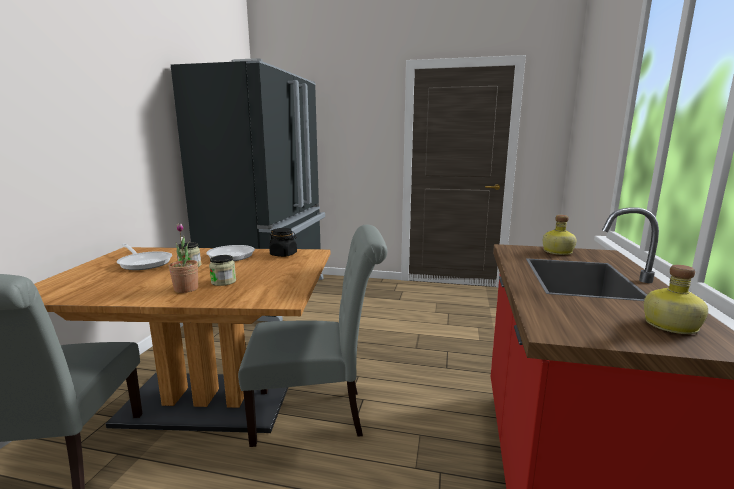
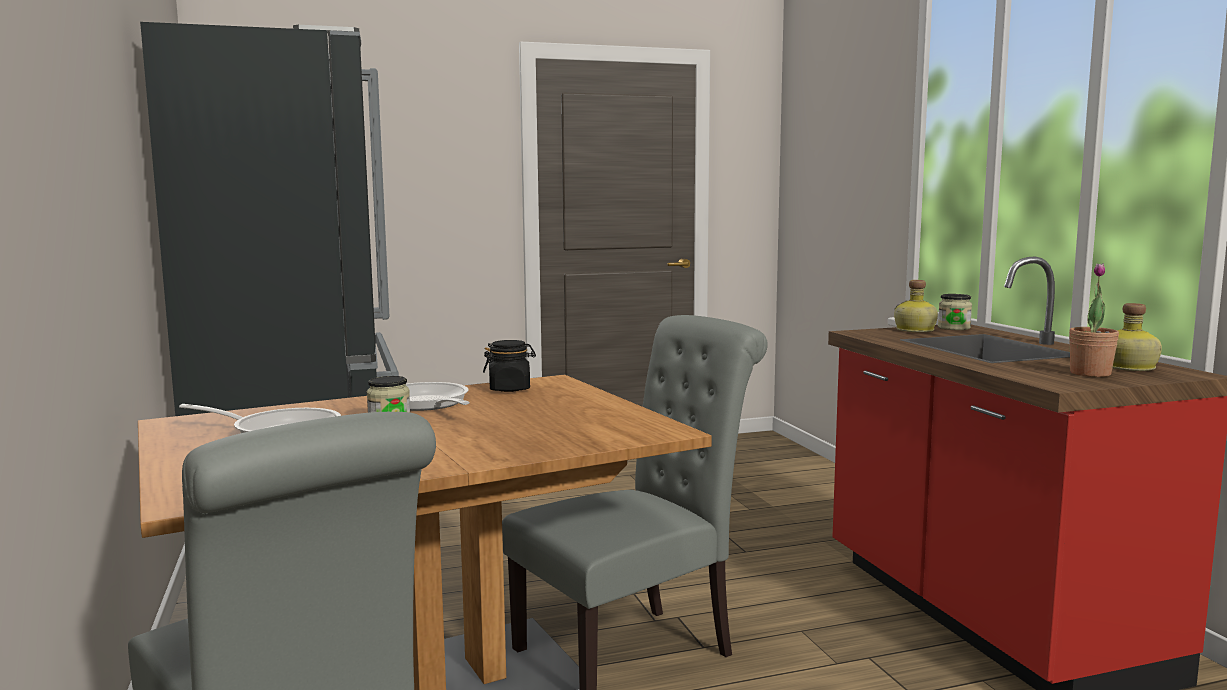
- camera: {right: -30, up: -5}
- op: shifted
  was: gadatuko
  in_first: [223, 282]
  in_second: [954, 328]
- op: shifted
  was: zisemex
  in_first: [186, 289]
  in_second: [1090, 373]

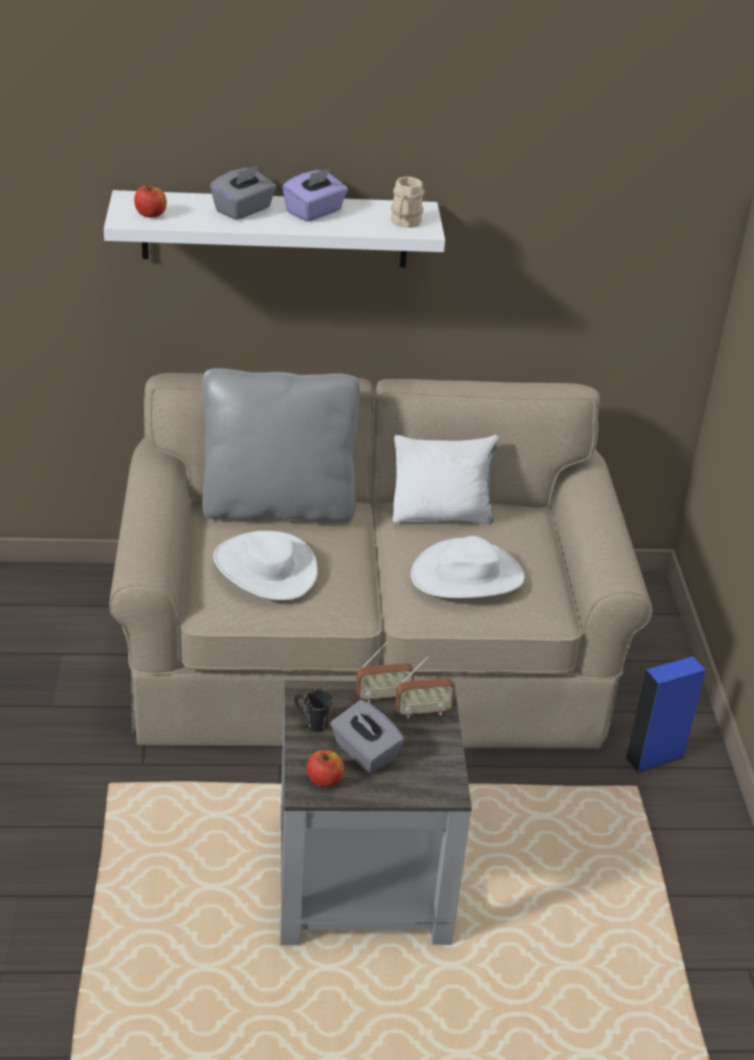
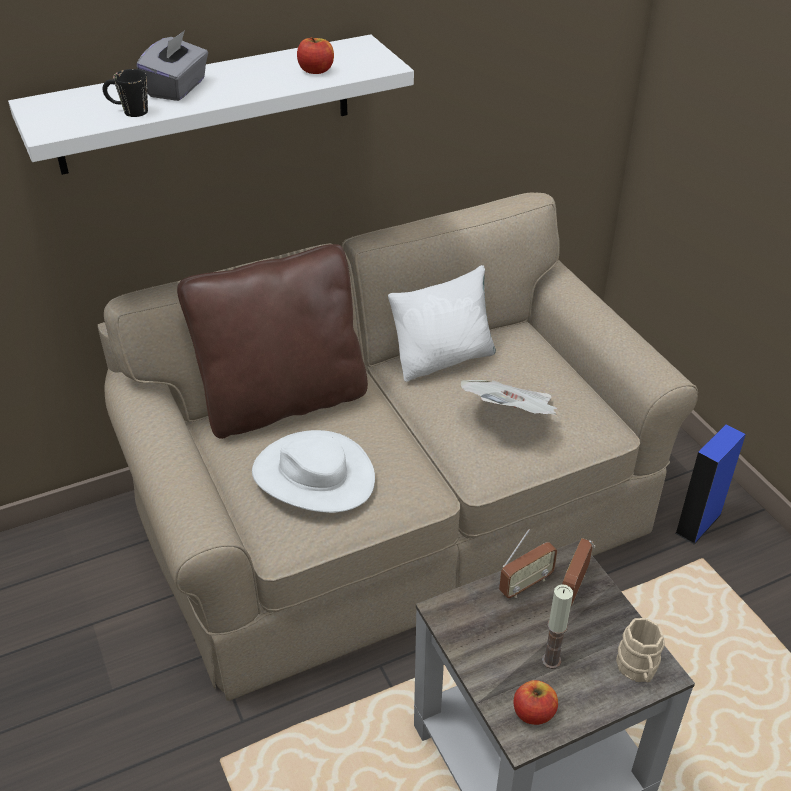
- camera: {right: -20, up: 5}
- op: shifted
  was: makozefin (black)
  in_first: [311, 721]
  in_second: [128, 111]
- op: repainted
  was: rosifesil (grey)
  now: rosifesil (brown)
  in_first: [278, 507]
  in_second: [283, 402]
- op: shifted
  was: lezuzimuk
  in_first: [151, 214]
  in_second: [316, 70]
- op: swapped
  was: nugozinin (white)
  now: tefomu
  in_first: [467, 576]
  in_second: [511, 416]
- op: swapped
  was: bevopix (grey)
  now: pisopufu
  in_first: [364, 752]
  in_second: [551, 660]
- op: rotated
  was: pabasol
  in_first: [422, 712]
  in_second: [574, 587]
  clockwise: 150
- op: shifted
  was: makozefin (beige)
  in_first: [404, 223]
  in_second: [638, 670]
- op: gone
  was: bevopix (purple)
  in_first: [314, 212]

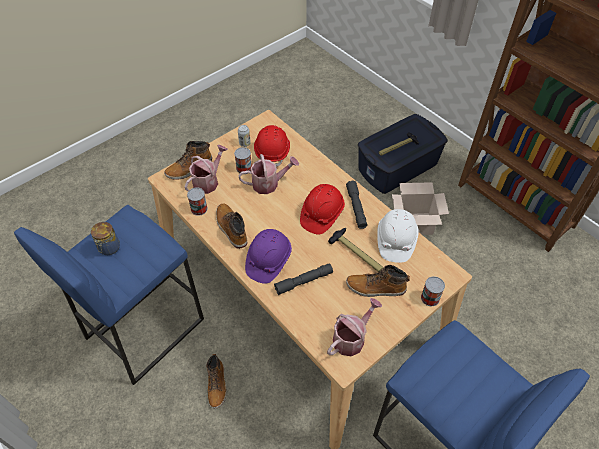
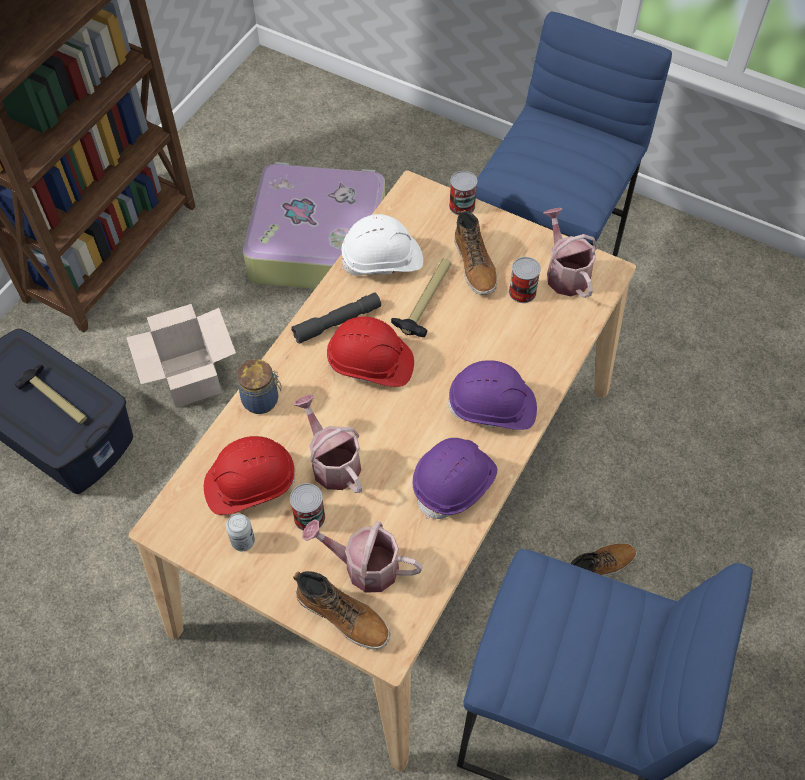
- camera: {right: -110, up: 5}
- op: shifted
  was: gadatuko
  in_first: [109, 248]
  in_second: [262, 400]
- op: new
  now: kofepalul
  in_second: [317, 241]
- op: swapped
  was: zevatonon
  now: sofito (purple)
  in_first: [231, 228]
  in_second: [455, 483]
- op: shifted
  was: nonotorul
  in_first: [199, 209]
  in_second: [522, 292]
- op: rotated
  was: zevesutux
  in_first: [351, 338]
  in_second: [565, 273]
  clockwise: 45
- op: gone
  was: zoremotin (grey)
  in_first: [304, 281]

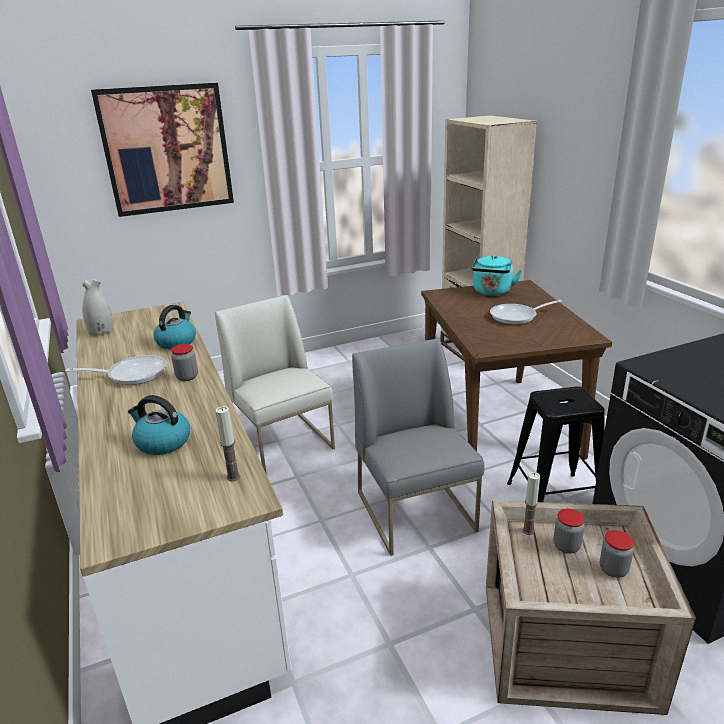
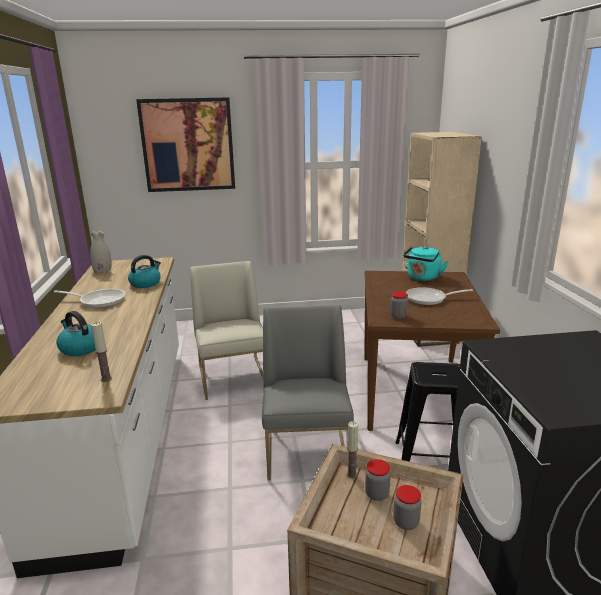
- camera: {right: 15, up: -5}
- op: shifted
  was: gadatuko
  in_first: [187, 377]
  in_second: [398, 316]

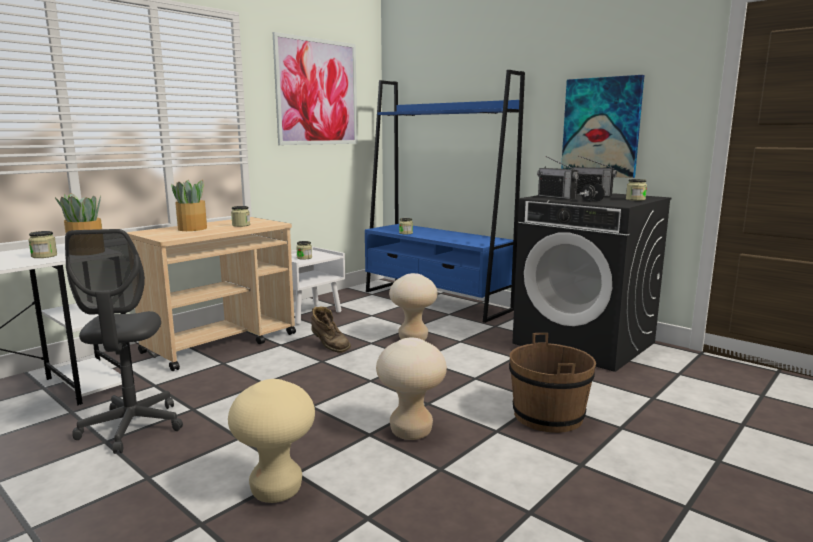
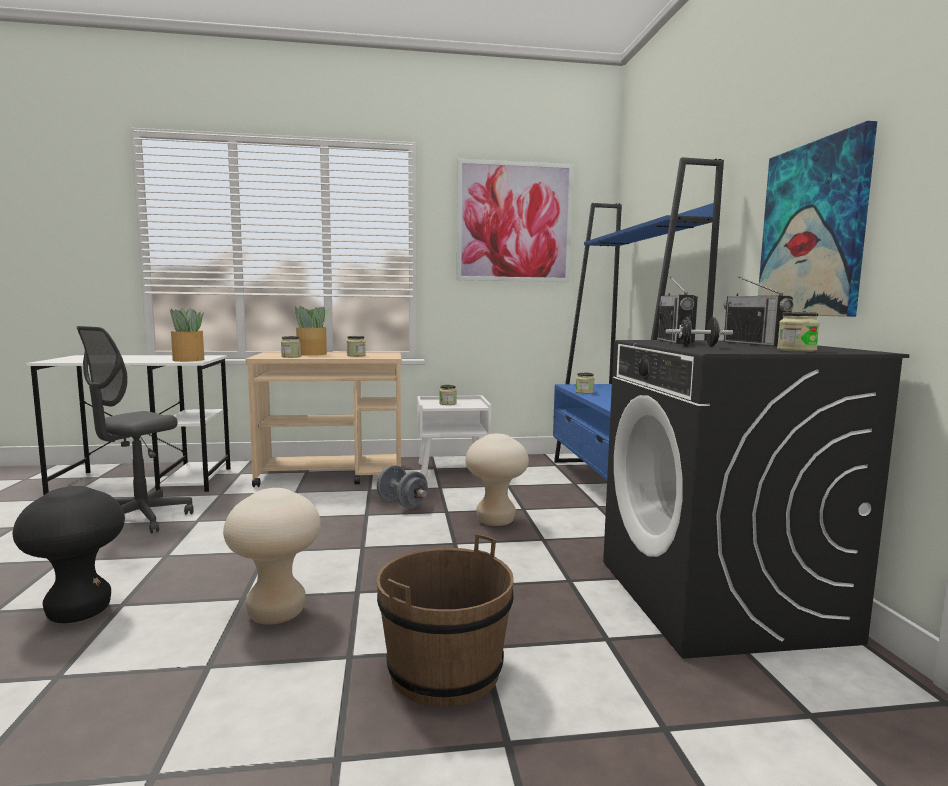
- camera: {right: 40, up: -5}
- op: repainted
  was: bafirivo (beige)
  now: bafirivo (black)
  in_first: [276, 491]
  in_second: [79, 612]
- op: shifted
  was: gadatuko
  in_first: [44, 256]
  in_second: [291, 356]
- op: swapped
  was: zevatonon (brown)
  now: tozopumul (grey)
  in_first: [329, 347]
  in_second: [402, 503]

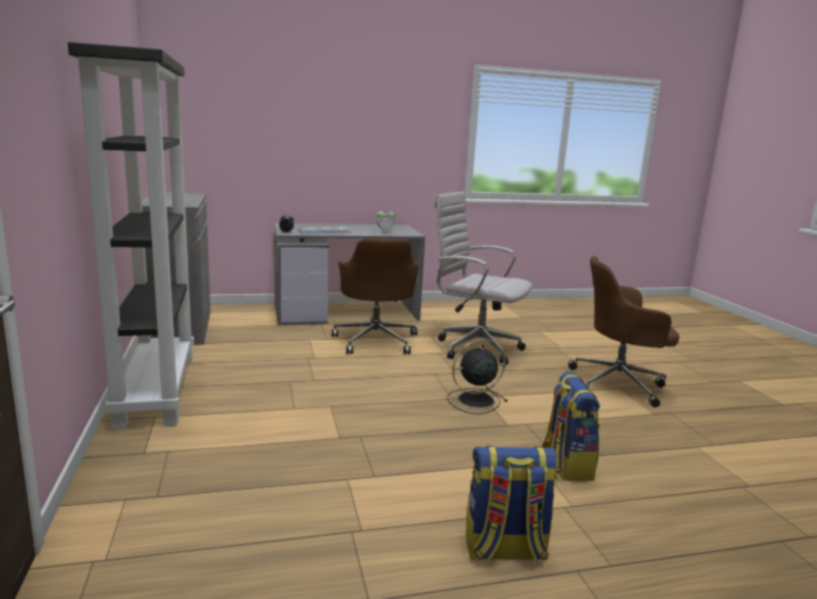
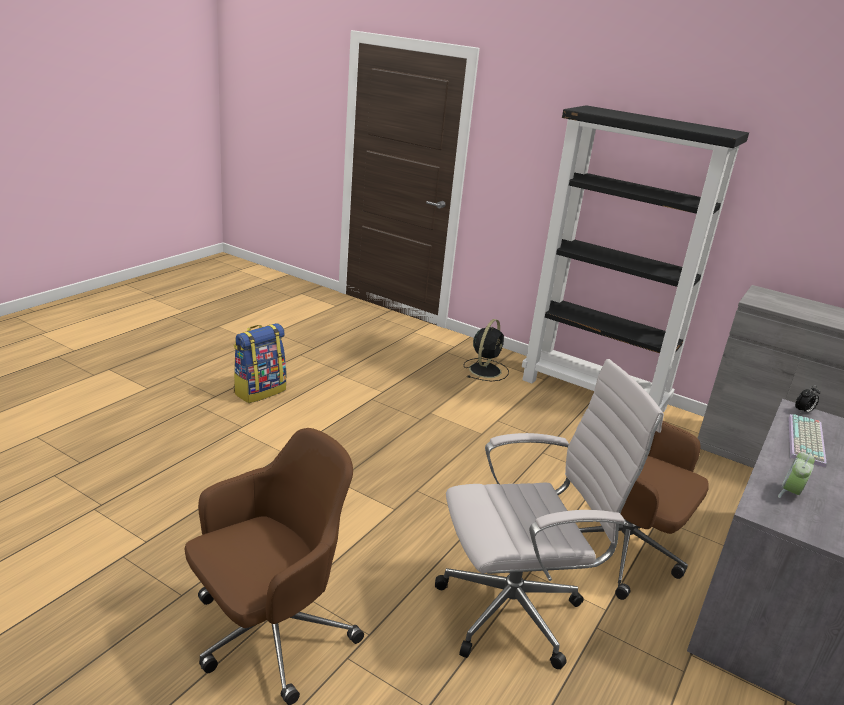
- camera: {right: 135, up: 10}
- op: shifted
  was: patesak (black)
  in_first: [474, 400]
  in_second: [485, 369]
- op: gone
  was: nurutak
  in_first: [566, 464]

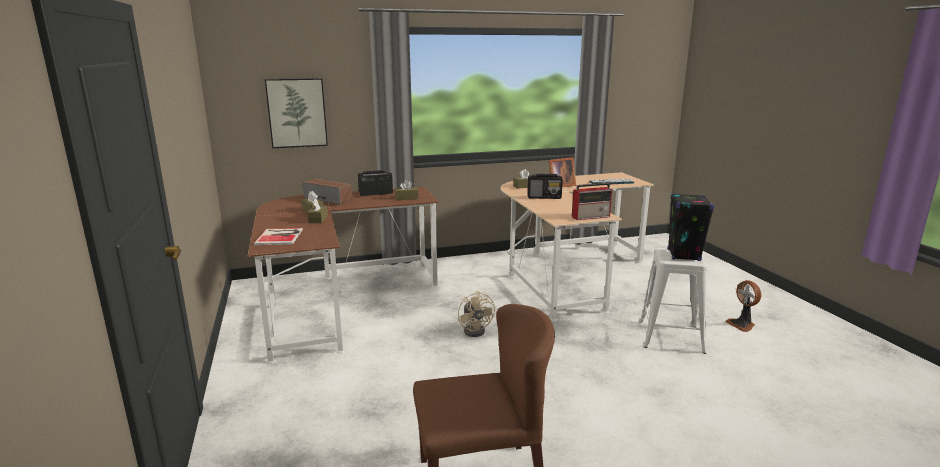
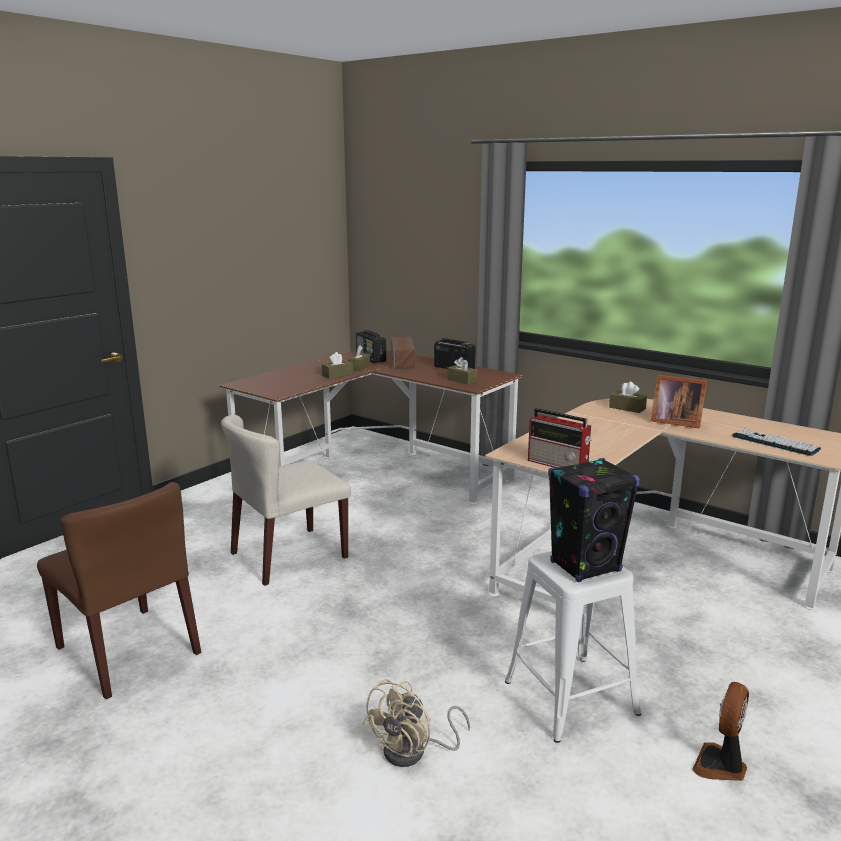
- camera: {right: 55, up: 0}
- op: new
  now: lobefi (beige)
  in_second: [288, 556]
- op: shifted
  was: pabasol
  in_first: [544, 197]
  in_second: [371, 359]
- op: shifted
  was: patesak (beige)
  in_first: [476, 330]
  in_second: [413, 752]
- op: gone
  was: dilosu
  in_first: [280, 236]
- op: gone
  was: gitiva
  in_first: [297, 113]

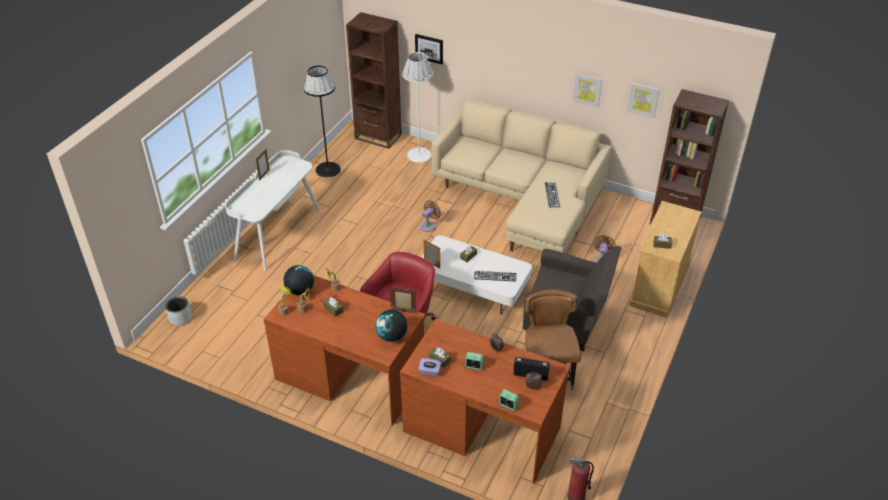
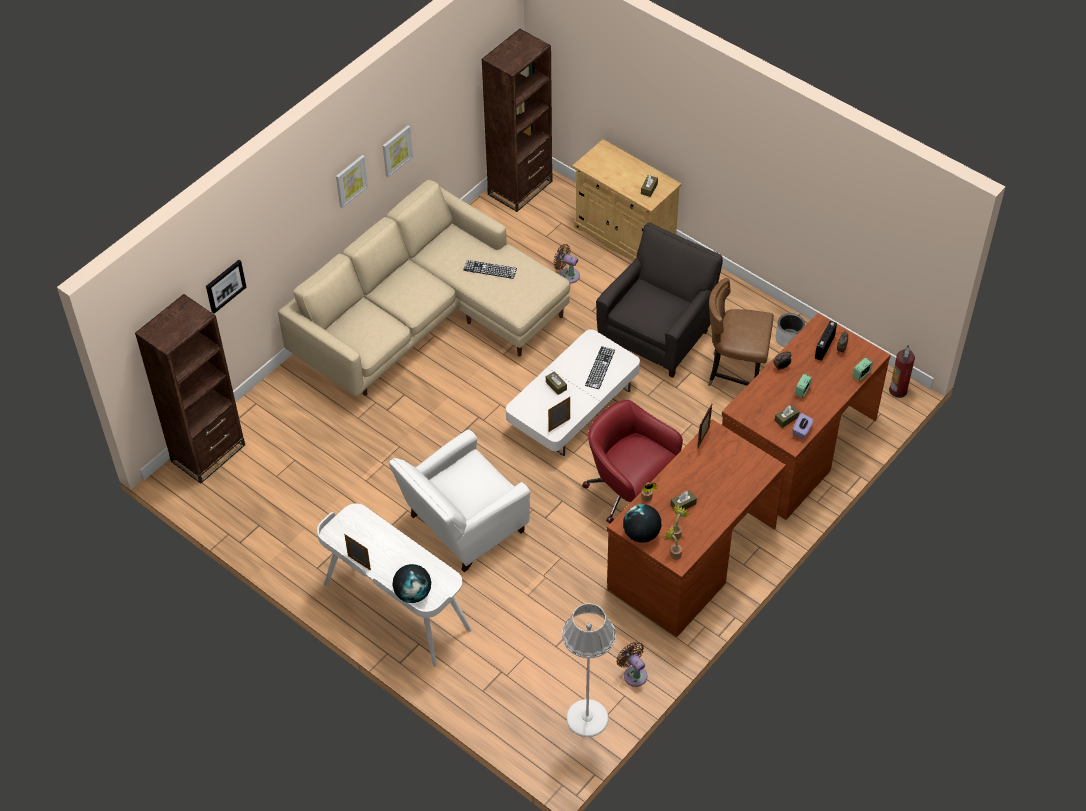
- camera: {right: -75, up: 10}
- op: shifted
  was: gitiva
  in_first: [643, 99]
  in_second: [351, 181]
- op: new
  now: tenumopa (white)
  in_second: [462, 527]
- op: shifted
  was: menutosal
  in_first: [392, 336]
  in_second: [413, 593]
- op: shifted
  was: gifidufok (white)
  in_first: [419, 155]
  in_second: [587, 718]
- op: shifted
  was: patesak (brown)
  in_first: [429, 226]
  in_second: [633, 674]
- op: shifted
  was: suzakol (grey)
  in_first: [180, 318]
  in_second: [789, 339]
- op: gone
  was: gifidufok (black)
  in_first: [327, 169]

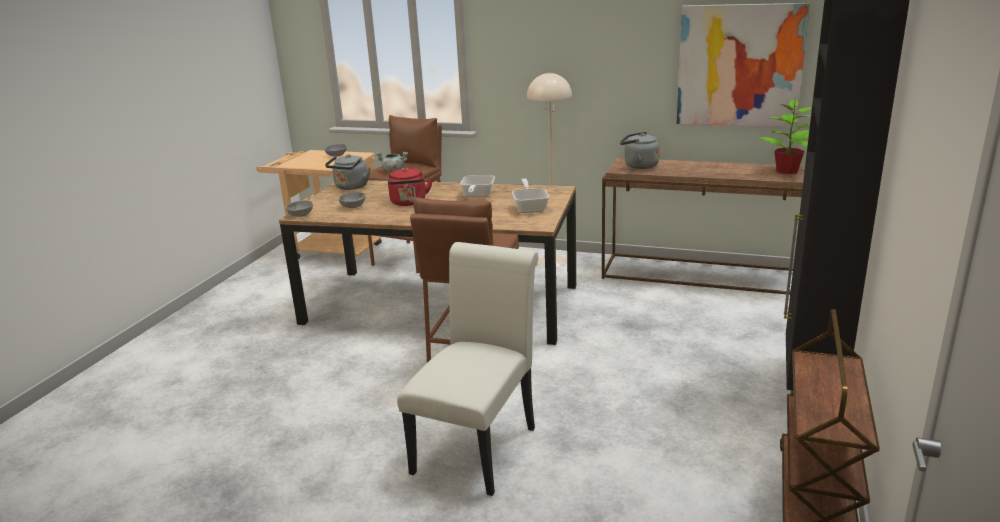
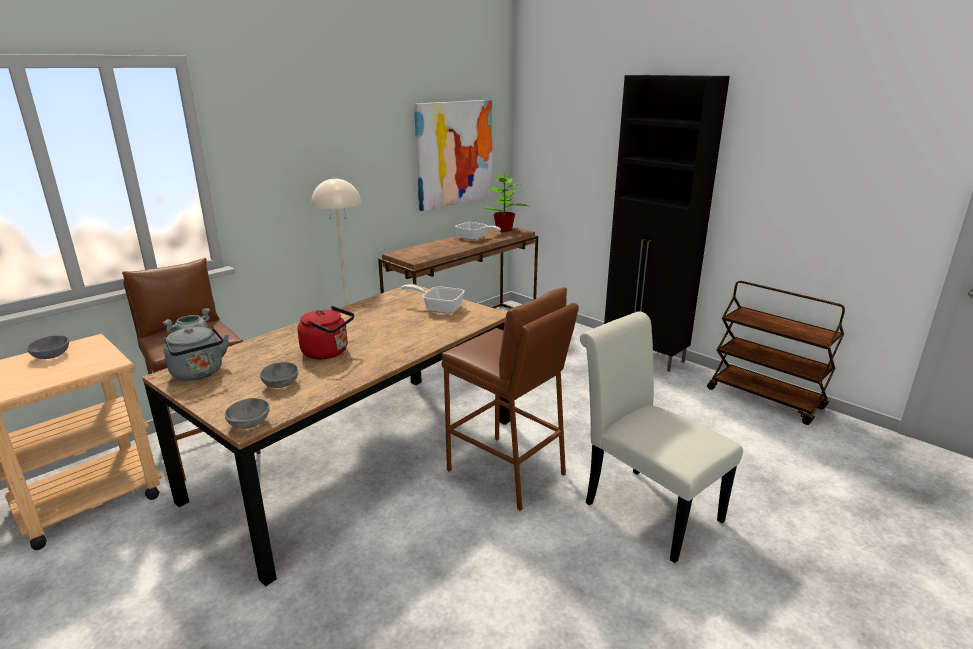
- camera: {right: -65, up: 0}
- op: shifted
  was: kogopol
  in_first: [477, 196]
  in_second: [474, 238]
- op: gone
  was: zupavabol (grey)
  in_first: [638, 166]

